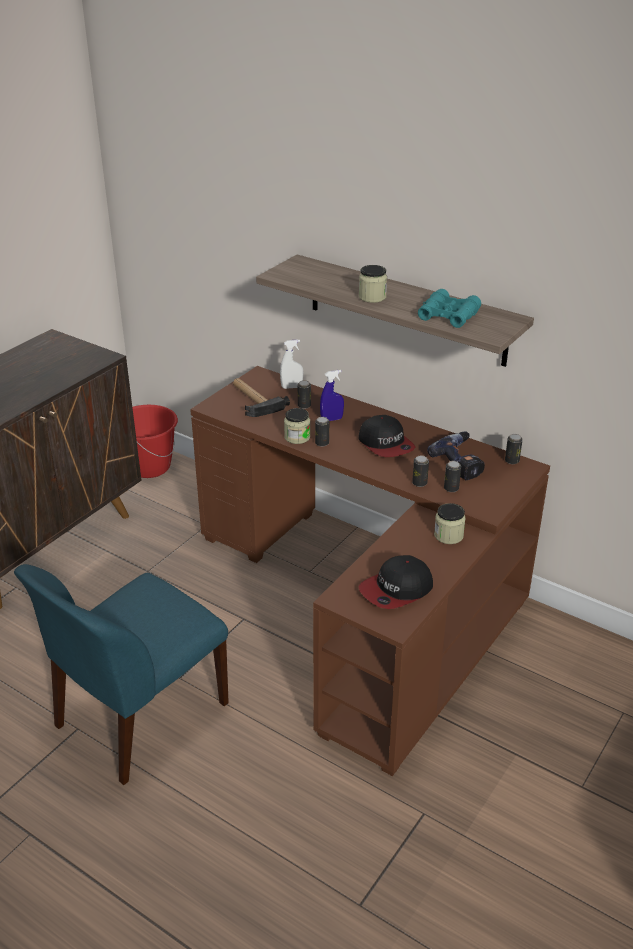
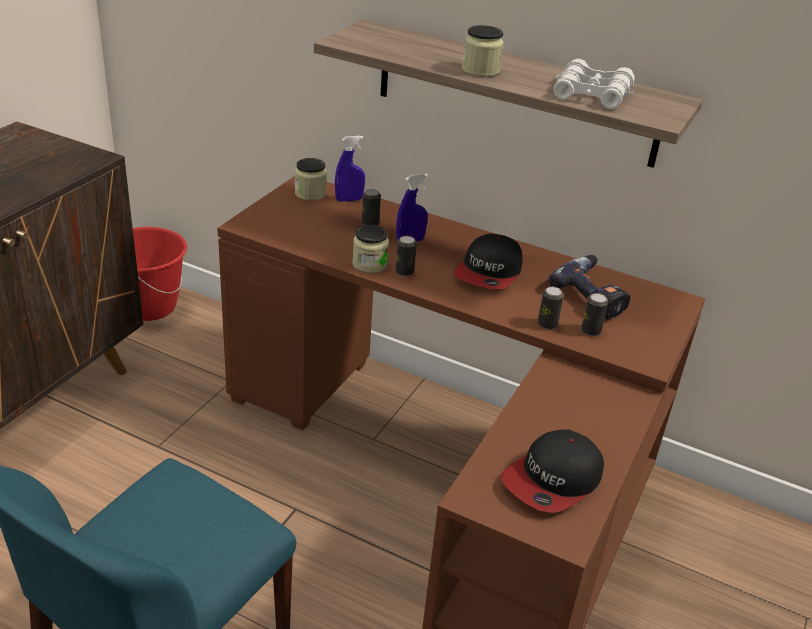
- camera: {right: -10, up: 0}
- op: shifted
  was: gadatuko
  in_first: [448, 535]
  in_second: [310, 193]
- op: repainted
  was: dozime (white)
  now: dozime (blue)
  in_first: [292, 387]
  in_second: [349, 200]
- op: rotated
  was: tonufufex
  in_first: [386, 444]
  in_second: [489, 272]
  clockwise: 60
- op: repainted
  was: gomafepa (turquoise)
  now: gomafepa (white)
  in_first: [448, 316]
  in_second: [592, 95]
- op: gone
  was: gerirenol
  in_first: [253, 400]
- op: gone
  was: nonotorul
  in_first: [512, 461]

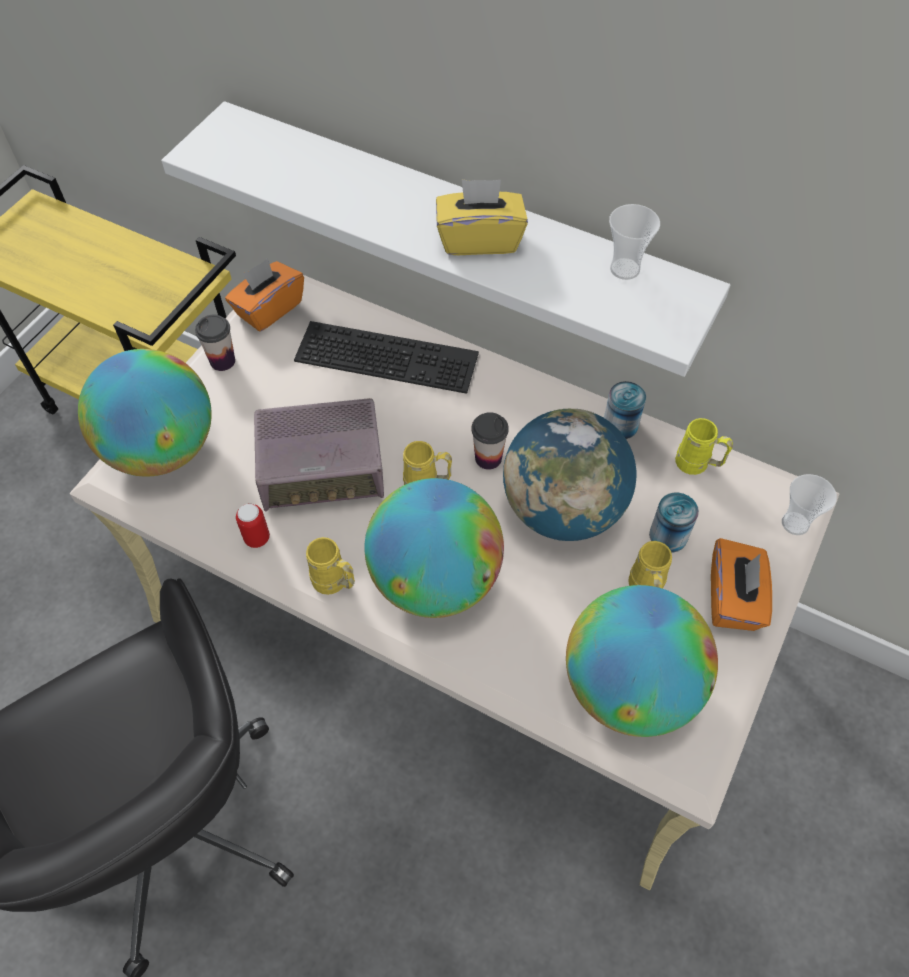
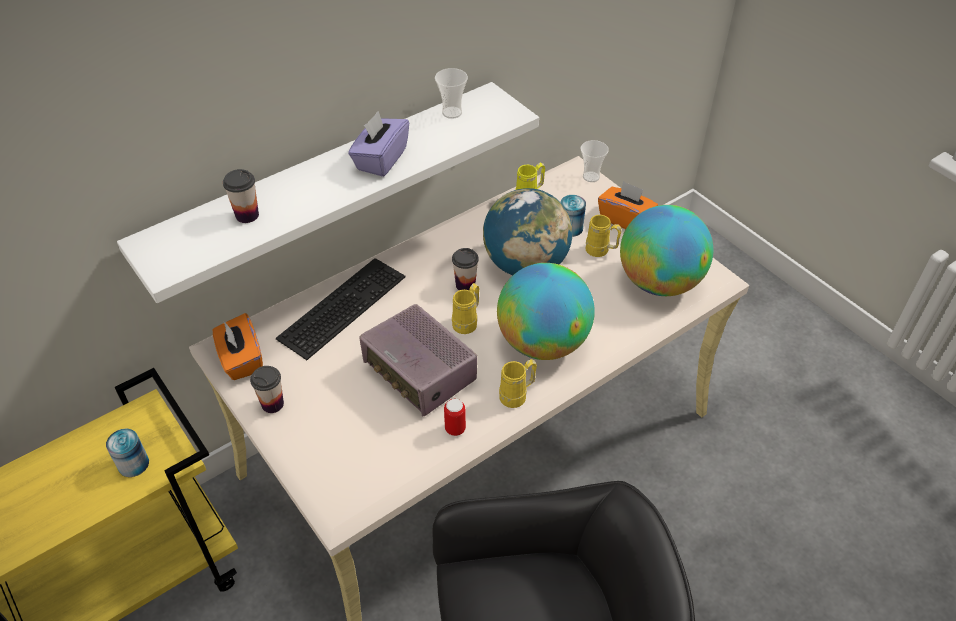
- camera: {right: -65, up: -10}
- op: shifted
  was: nonotorul
  in_first: [620, 425]
  in_second: [133, 464]
- op: new
  now: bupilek
  in_second: [247, 215]
- op: repainted
  was: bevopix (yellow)
  now: bevopix (purple)
  in_first: [479, 239]
  in_second: [380, 159]
- op: rotated
  was: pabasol
  in_first: [323, 471]
  in_second: [420, 373]
  clockwise: 120
- op: gone
  was: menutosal
  in_first: [162, 449]

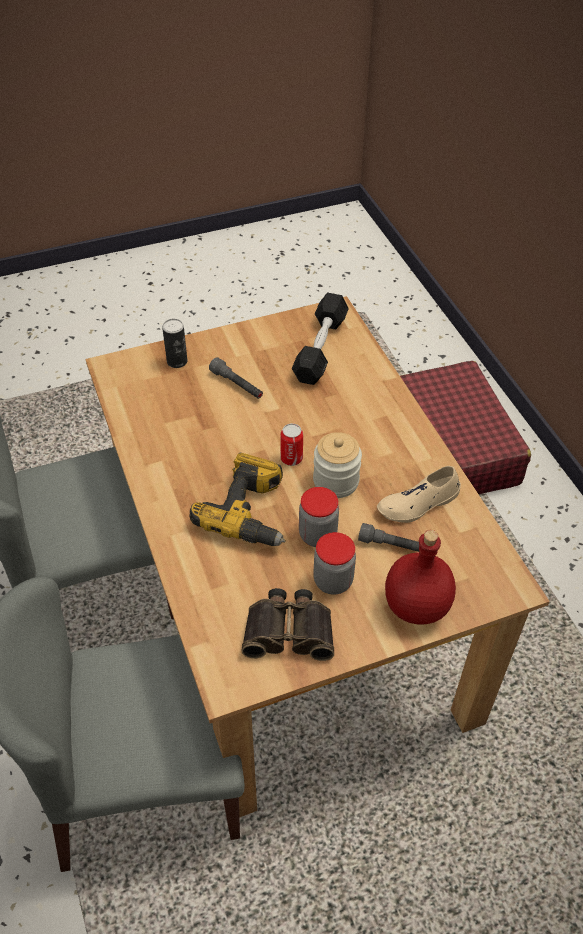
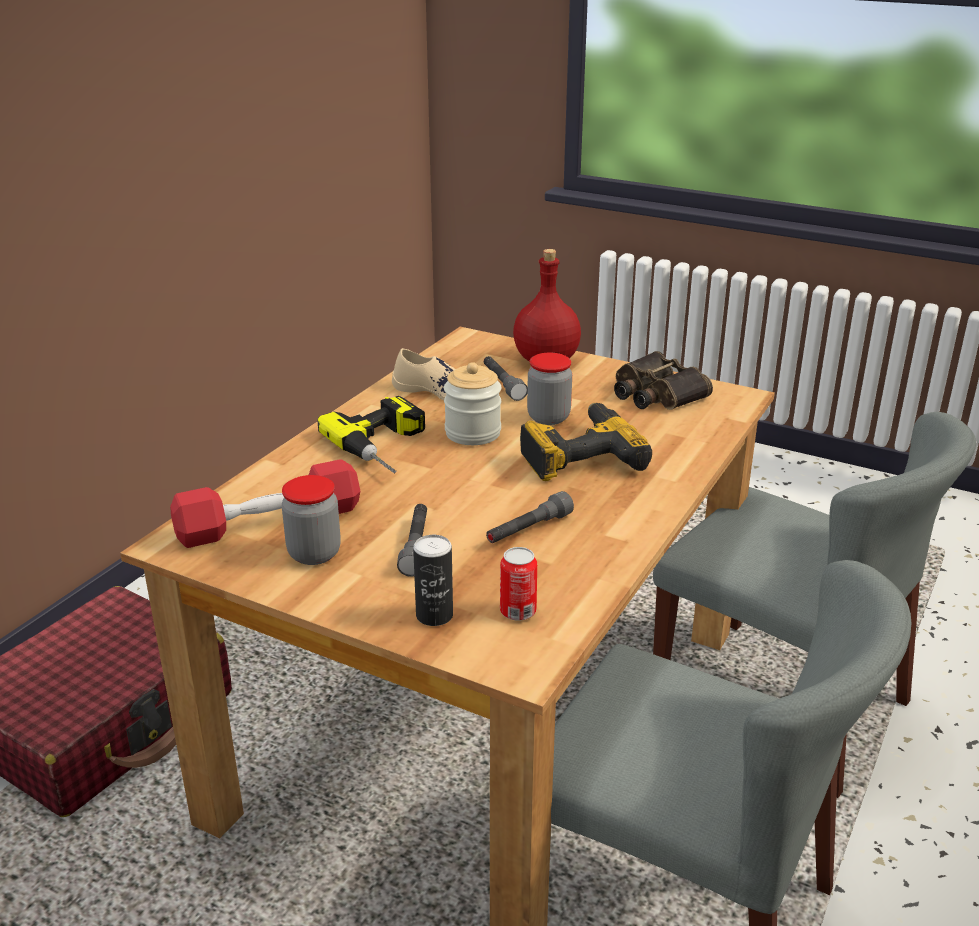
- camera: {right: -130, up: -20}
- op: repainted
  was: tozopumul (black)
  now: tozopumul (red)
  in_first: [320, 348]
  in_second: [269, 522]
- op: shifted
  was: gadatuko
  in_first: [333, 581]
  in_second: [314, 553]
- op: new
  now: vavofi
  in_second: [388, 447]
- op: new
  now: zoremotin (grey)
  in_second: [528, 530]
- op: shifted
  was: nonotorul
  in_first: [291, 458]
  in_second: [518, 611]

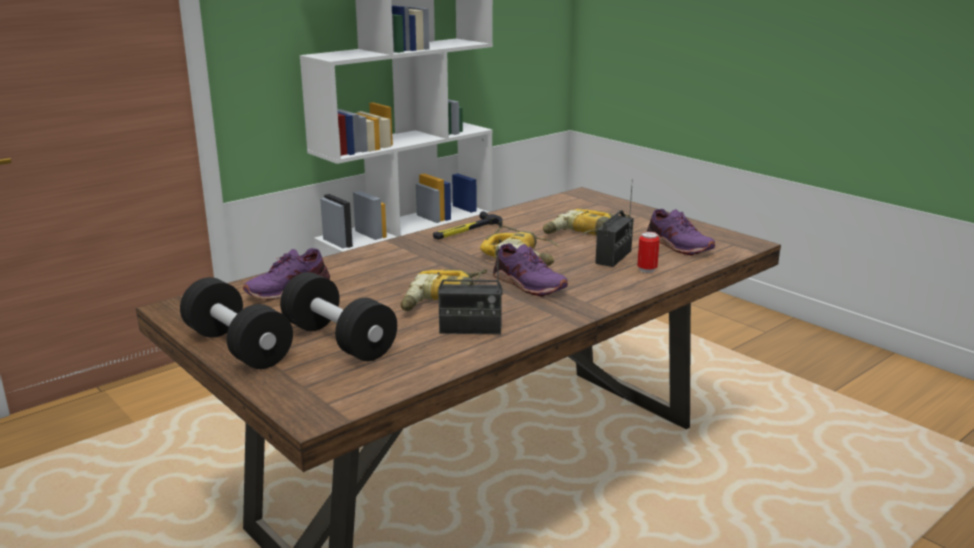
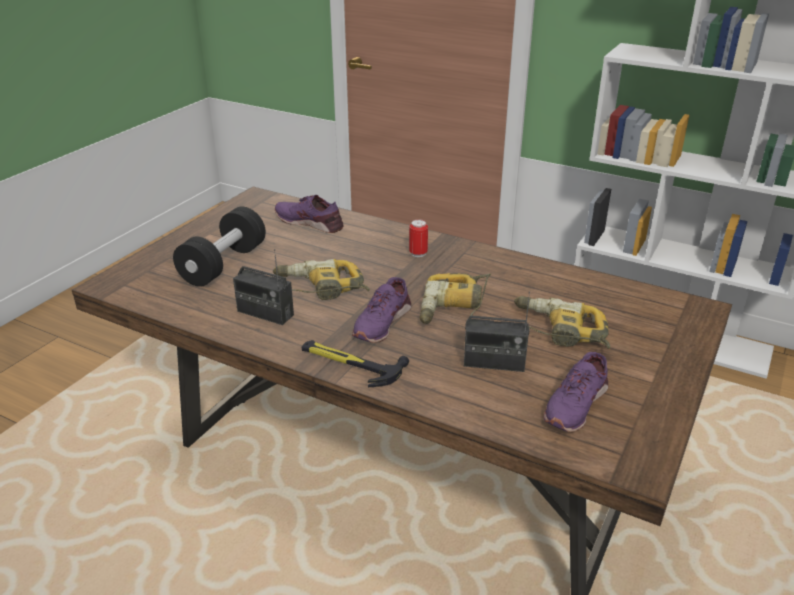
- camera: {right: 70, up: 10}
- op: rotated
  was: pabasol
  in_first: [470, 329]
  in_second: [265, 313]
  clockwise: -45
- op: shifted
  was: gerirenol
  in_first: [467, 231]
  in_second: [350, 364]
- op: shifted
  was: nonotorul
  in_first: [647, 269]
  in_second: [418, 253]
- op: gone
  was: tozopumul (black)
  in_first: [238, 347]

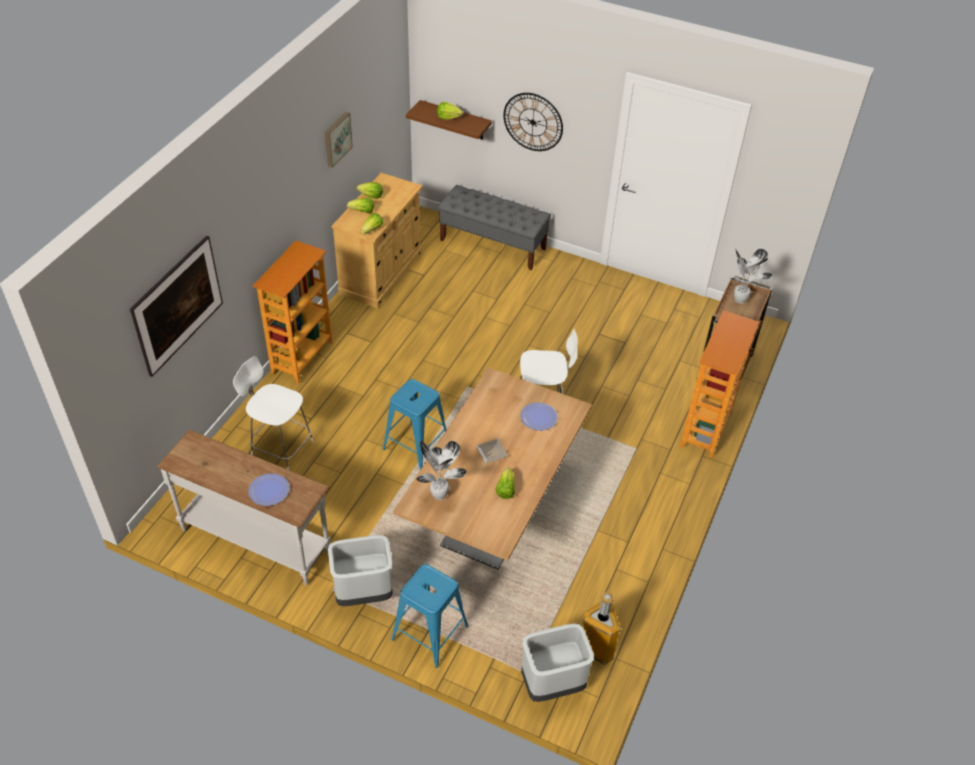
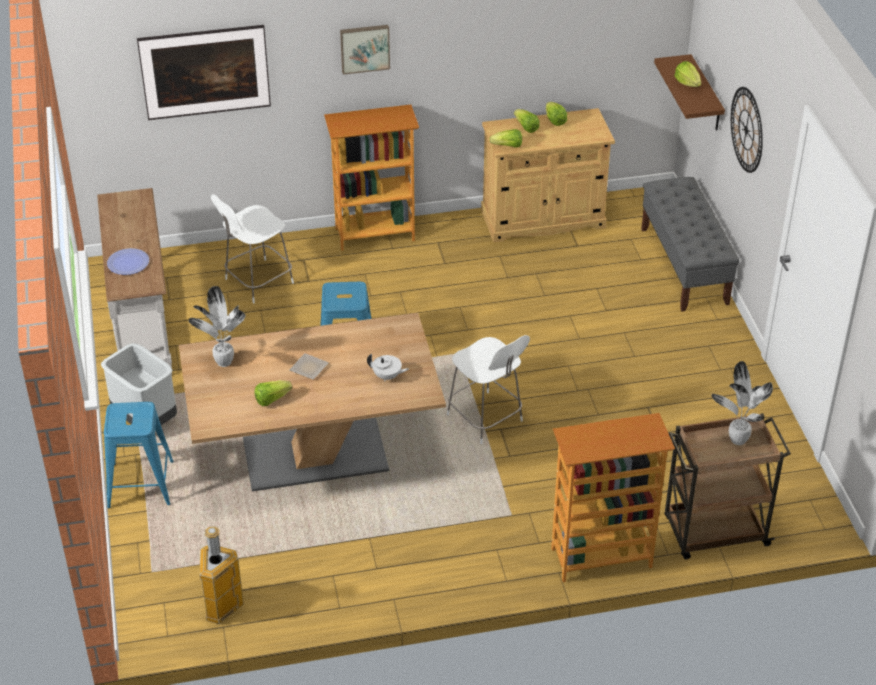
- camera: {right: 55, up: -5}
- op: rotated
  was: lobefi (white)
  in_first: [280, 446]
  in_second: [257, 282]
  clockwise: -120
- op: shifted
  was: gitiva
  in_first: [336, 139]
  in_second: [364, 48]
- op: swapped
  was: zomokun
  now: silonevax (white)
  in_first: [539, 417]
  in_second: [387, 376]
- op: gone
  was: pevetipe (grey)
  in_first: [552, 685]

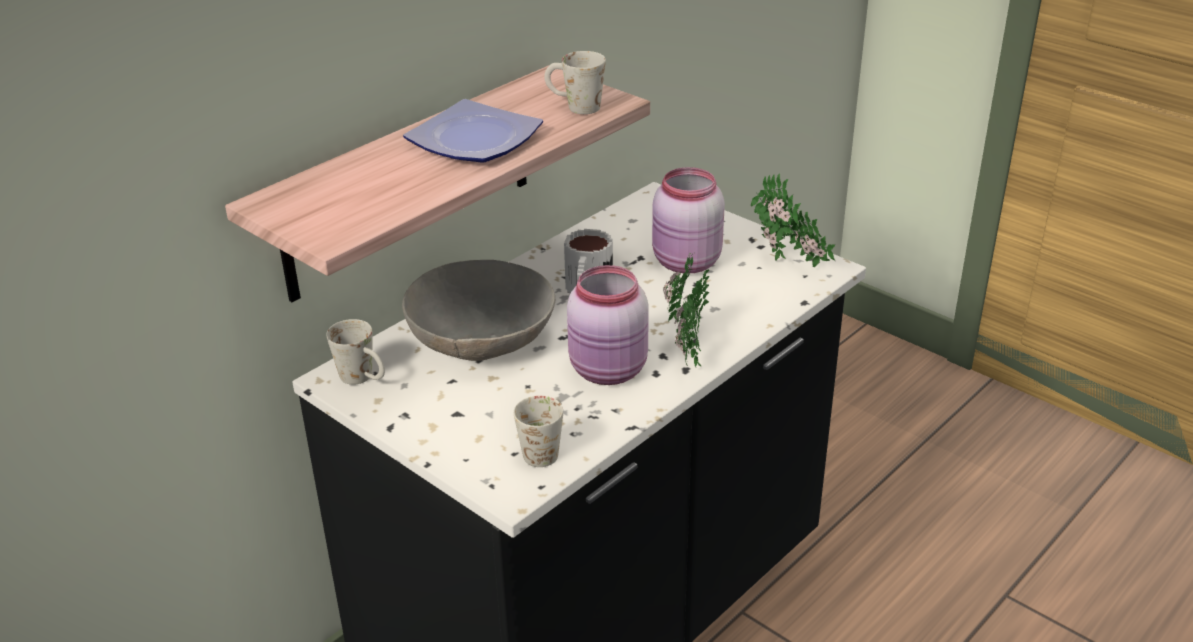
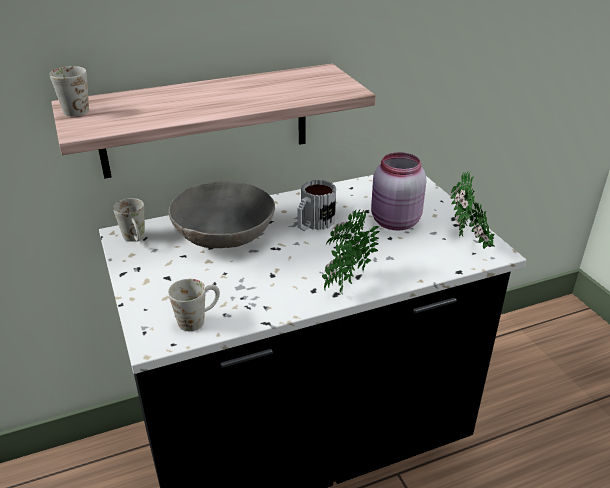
- camera: {right: 25, up: 0}
- op: shifted
  was: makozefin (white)
  in_first: [574, 106]
  in_second: [72, 109]
- op: gone
  was: zomokun
  in_first: [474, 139]
- op: gone
  was: gadatuko (pink)
  in_first: [609, 371]

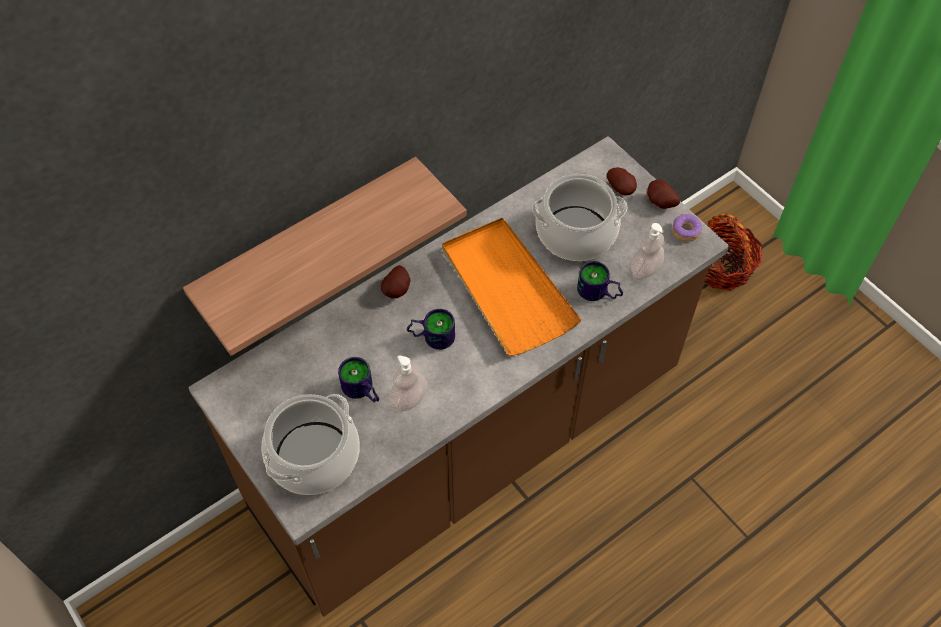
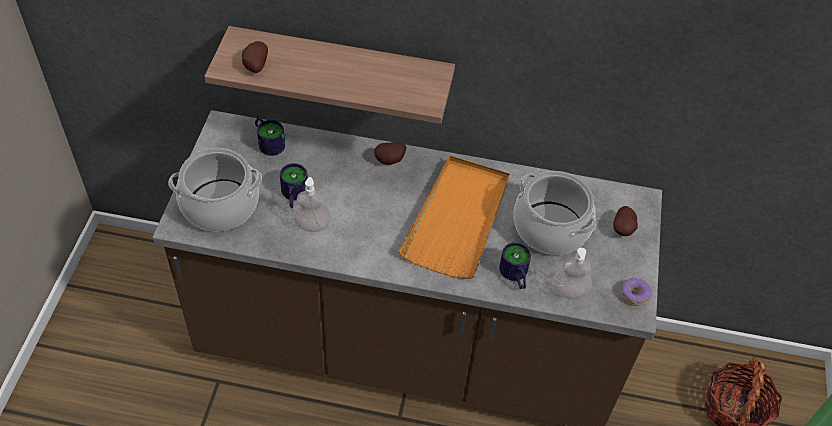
- camera: {right: 45, up: -5}
- op: shifted
  was: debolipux
  in_first: [659, 203]
  in_second: [254, 66]
- op: shifted
  was: makozefin
  in_first: [432, 335]
  in_second: [269, 141]

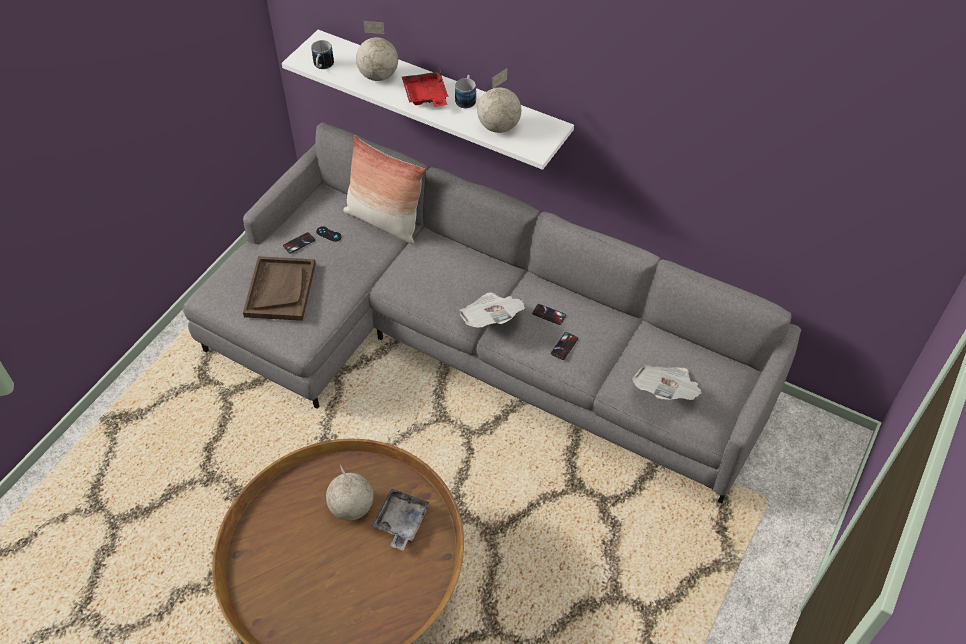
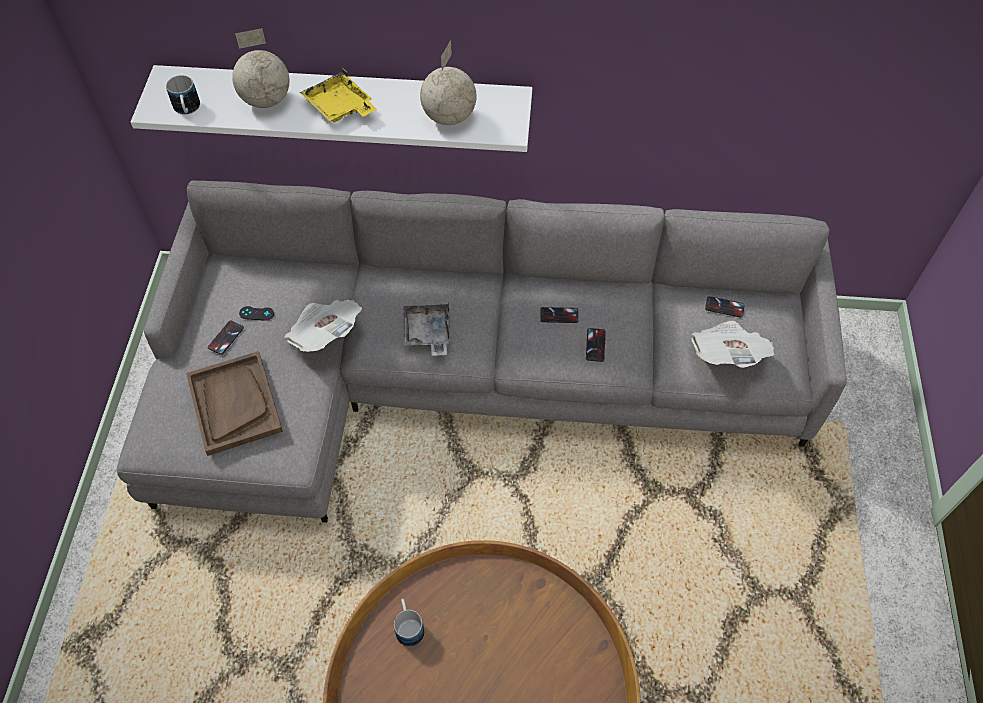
- camera: {right: -25, up: 5}
- op: shifted
  was: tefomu
  in_first: [491, 320]
  in_second: [325, 334]
- op: repainted
  was: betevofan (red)
  now: betevofan (yellow)
  in_first: [426, 96]
  in_second: [340, 107]
- op: shifted
  was: makozefin
  in_first: [466, 98]
  in_second: [408, 626]
- op: shifted
  was: betevofan (grey)
  in_first: [401, 522]
  in_second: [428, 333]
- op: new
  now: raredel
  in_second: [724, 307]
- op: gone
  was: menutosal
  in_first: [351, 508]
- op: gone
  was: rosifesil
  in_first: [384, 221]

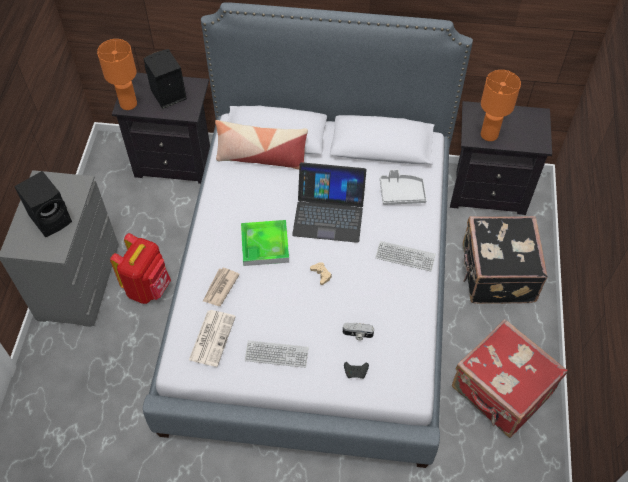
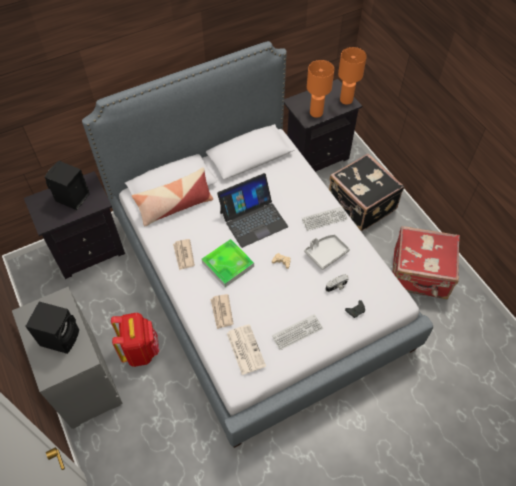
- camera: {right: -35, up: 0}
- op: new
  now: tefomu
  in_second: [183, 255]
- op: shifted
  was: betevofan (grey)
  in_first: [401, 193]
  in_second: [326, 253]
- op: shifted
  was: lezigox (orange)
  in_first: [129, 104]
  in_second: [346, 100]

